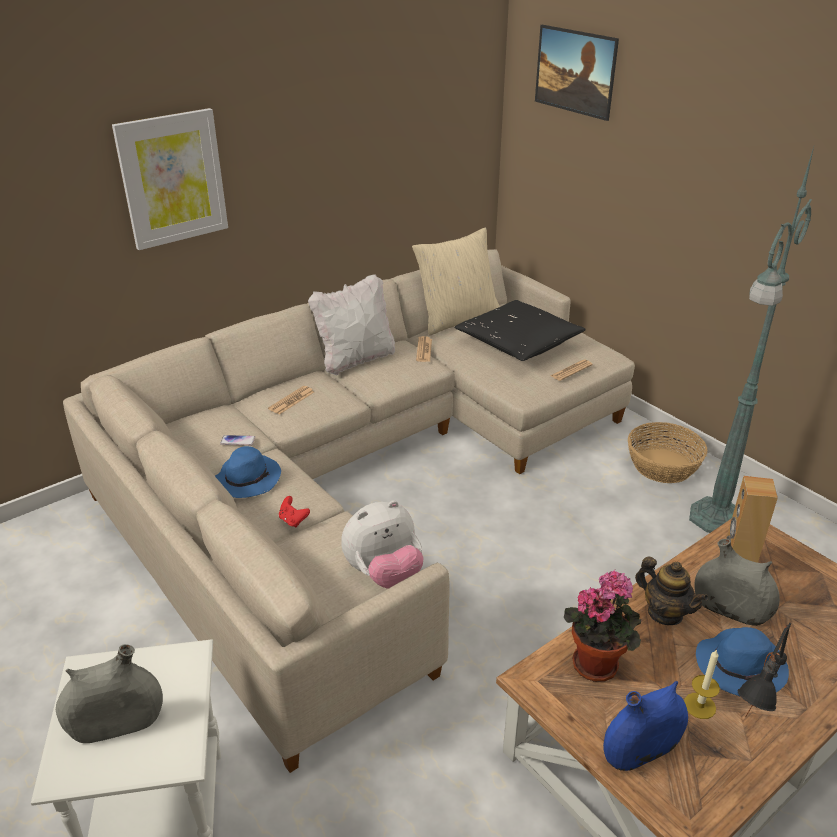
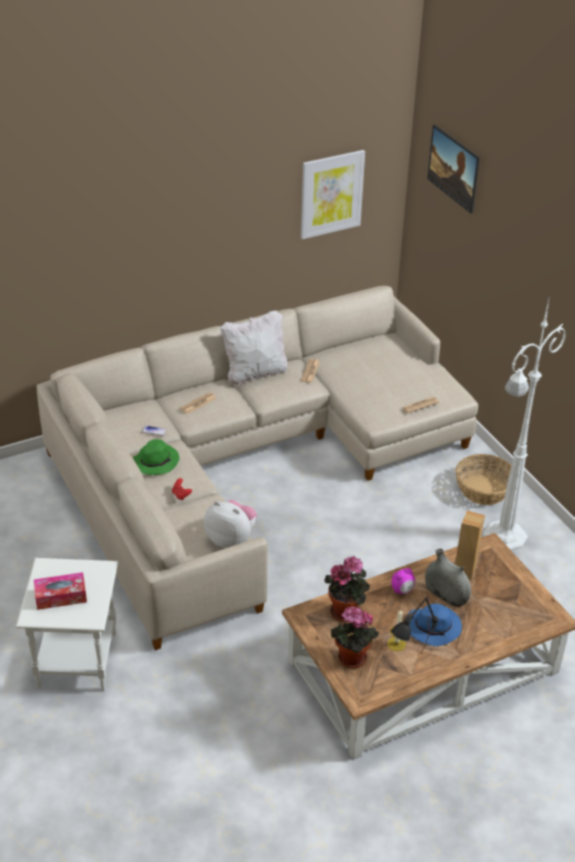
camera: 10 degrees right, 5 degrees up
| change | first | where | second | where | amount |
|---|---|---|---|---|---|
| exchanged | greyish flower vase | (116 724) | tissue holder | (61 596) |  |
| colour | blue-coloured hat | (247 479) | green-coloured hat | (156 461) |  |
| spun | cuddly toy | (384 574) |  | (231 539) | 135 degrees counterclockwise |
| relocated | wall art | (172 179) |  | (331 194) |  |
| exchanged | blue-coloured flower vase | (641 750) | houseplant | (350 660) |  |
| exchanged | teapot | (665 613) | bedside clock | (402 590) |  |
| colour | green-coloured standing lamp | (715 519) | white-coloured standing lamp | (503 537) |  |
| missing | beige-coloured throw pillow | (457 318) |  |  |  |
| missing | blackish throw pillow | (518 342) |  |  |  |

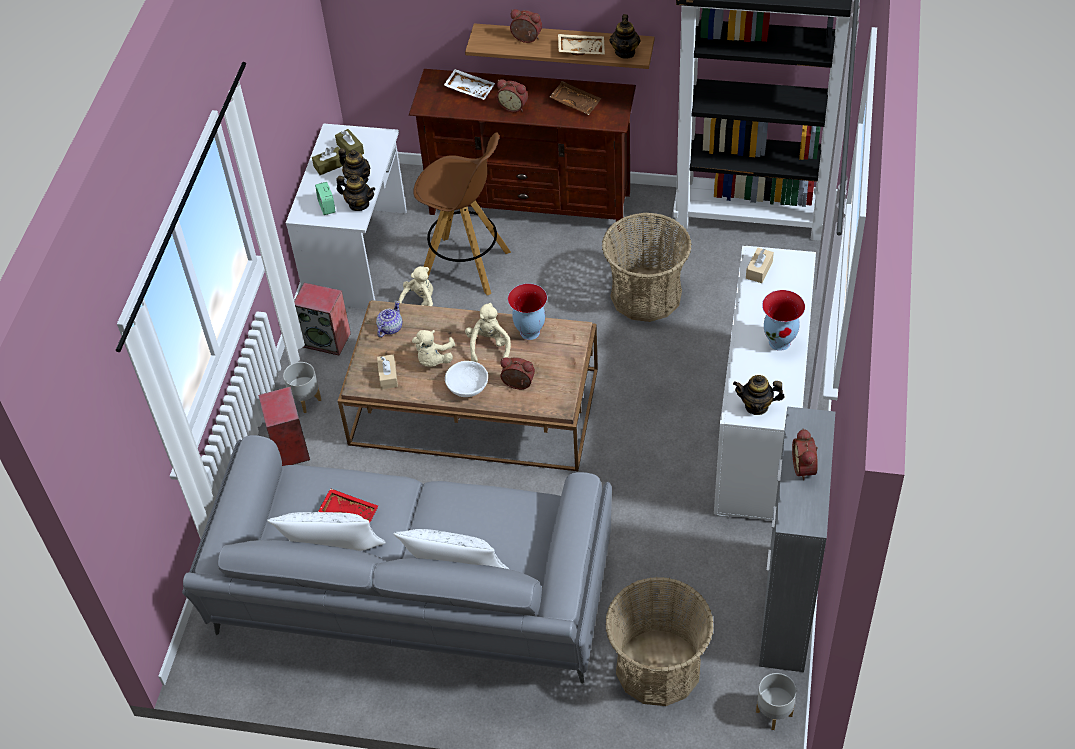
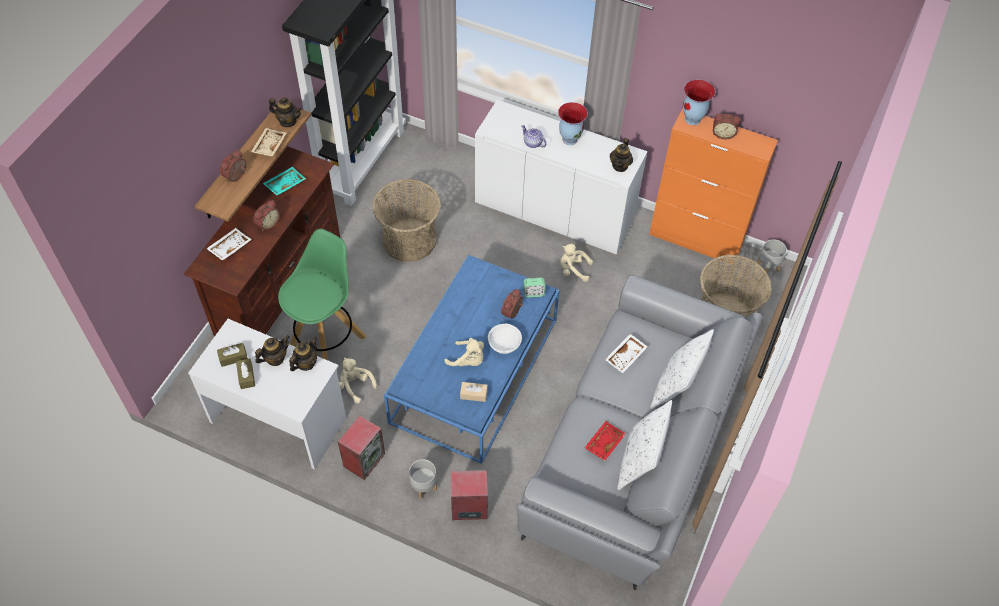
camera: 80 degrees left, 5 degrees up
| change | first | where | second | where | amount |
|---|---|---|---|---|---|
| colour | brownish tray | (576 102) | turquoise-coloured tray | (284 184) |  |
| colour | brownish stool | (467 265) | green-coloured stool | (327 344) |  |
| colour | brownish low table | (473 407) | blue-coloured low table | (474 371) |  |
| relocated | teapot | (390 328) |  | (533 143) |  |
| relocated | bedside clock | (327 207) |  | (533 293) |  |
| relocated | beige-coloured cuddly toy | (489 346) |  | (573 270) |  |
| appeared |  |  | white-coloured tray | (626 356) |  |
| colour | greyish storage cabinet | (786 609) | orangey storage cabinet | (696 240) |  |
| relocated | flower vase | (529 332) |  | (693 119) |  |
| missing | beige-coloured tissue holder | (759 270) |  |  |  |

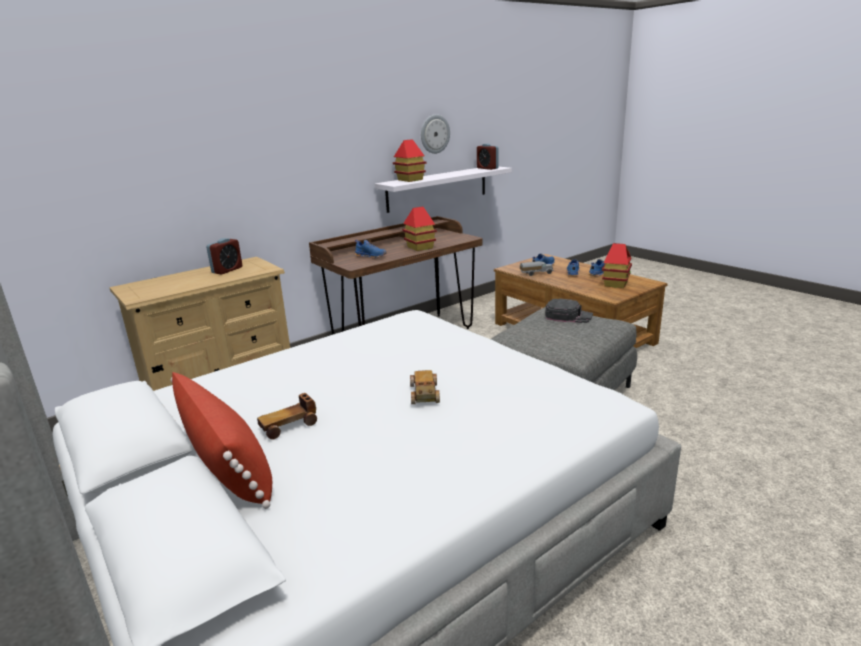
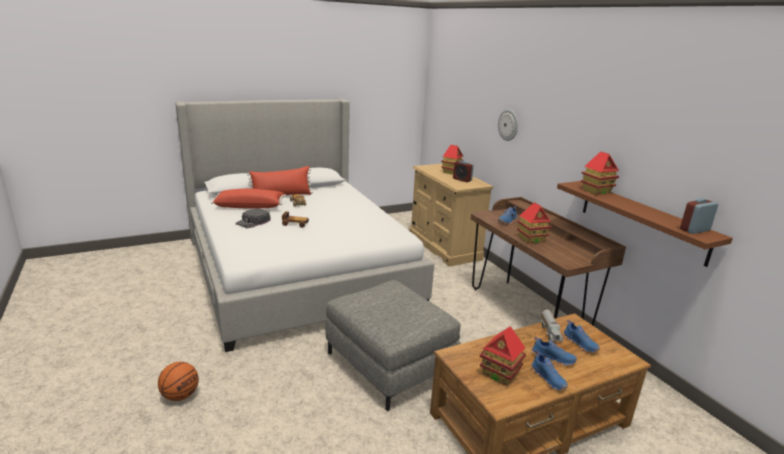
camera: 100 degrees right, 0 degrees up
| change | first | where | second | where | amount |
|---|---|---|---|---|---|
| appeared |  |  | basketball ball | (180 396) |  |
| appeared |  |  | red throw pillow | (250 206) |  |
| relocated | blackish cap | (568 316) |  | (253 222) |  |
| appeared |  |  | model house | (451 172) |  |
| relocated | clock on the wall | (434 134) |  | (508 125) |  |
| colour | white-coloured shelf | (437 188) | brownish shelf | (641 220) |  |

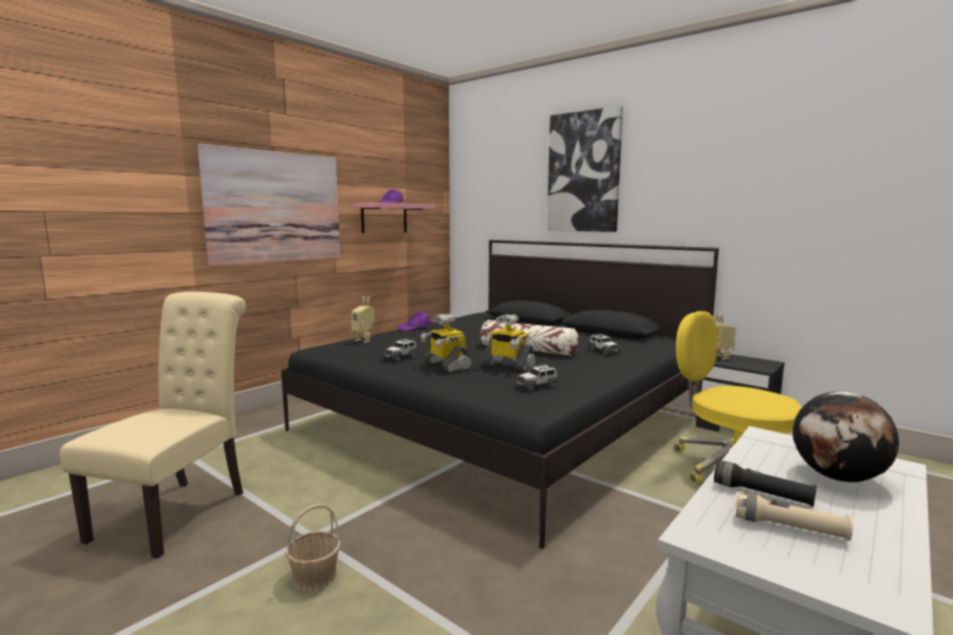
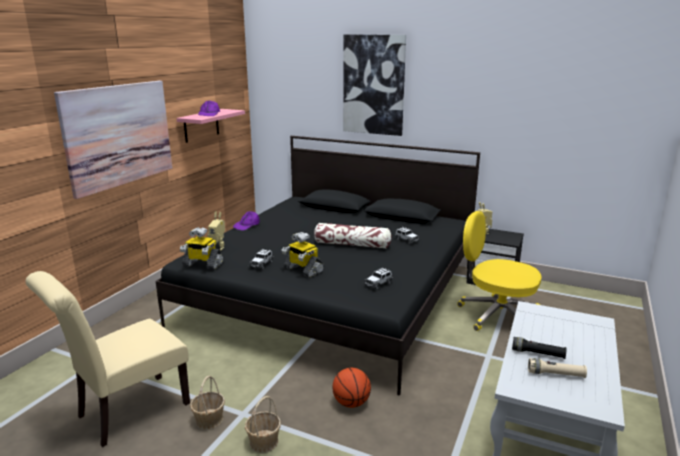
camera: 15 degrees left, 10 degrees up
| change | first | where | second | where | amount |
|---|---|---|---|---|---|
| spun | beige-coloured plain chair | (178 511) |  | (127 412) | 135 degrees counterclockwise |
| relocated | toy robot | (507 366) |  | (202 265) |  |
| appeared |  |  | household basket | (209 420) |  |
| appeared |  |  | basketball ball | (351 403) |  |
| missing | globe | (838 477) |  |  |  |

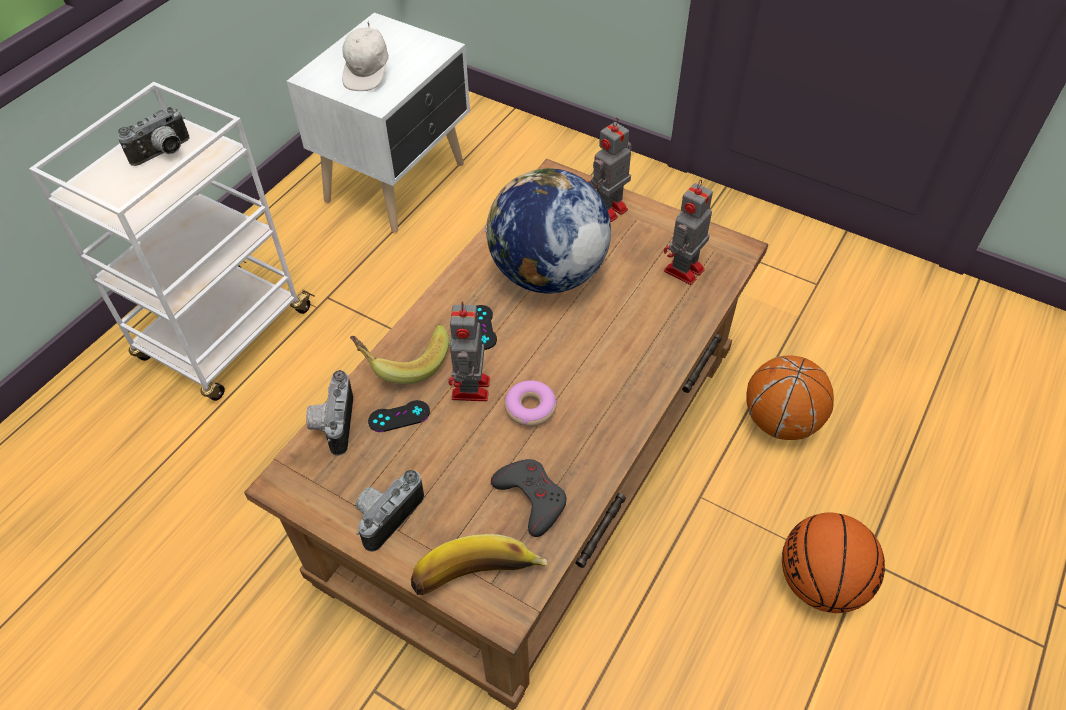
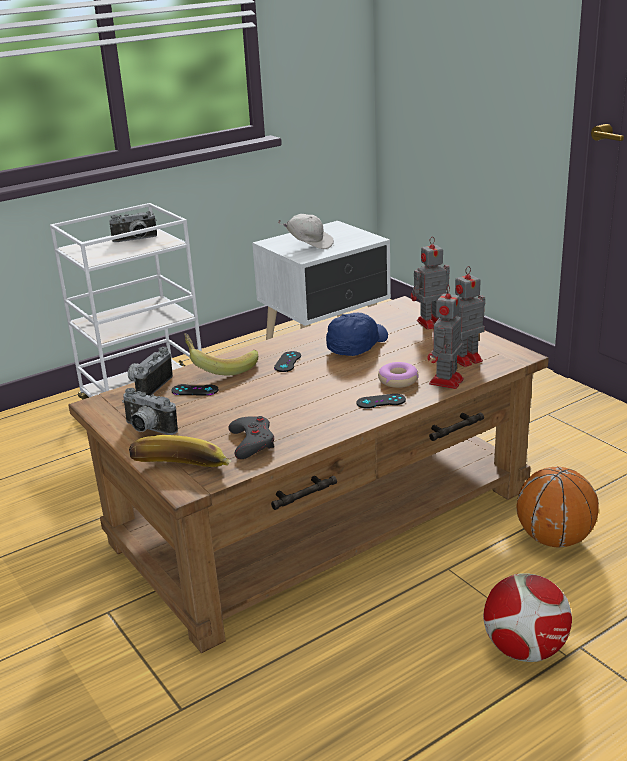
camera: 25 degrees right, 25 degrees down
| change | first | where | second | where | amount |
|---|---|---|---|---|---|
| spun | still camera | (386 515) |  | (147 430) | 120 degrees counterclockwise |
| spun | white-coloured cap | (368 73) |  | (309 244) | 105 degrees counterclockwise |
| exchanged | globe | (547 274) | blue-coloured cap | (356 346) |  |
| appeared |  |  | blackish gamepad | (381 401) |  |
| relocated | ring doughnut | (530 408) |  | (398 380) |  |
| relocated | toy robot | (470 390) |  | (445 382) |  |
| exchanged | basketball ball | (820 582) | football ball | (524 650) |  |

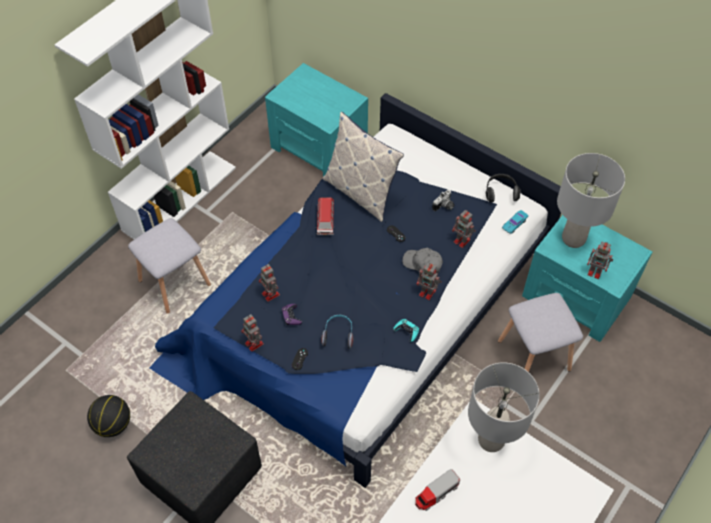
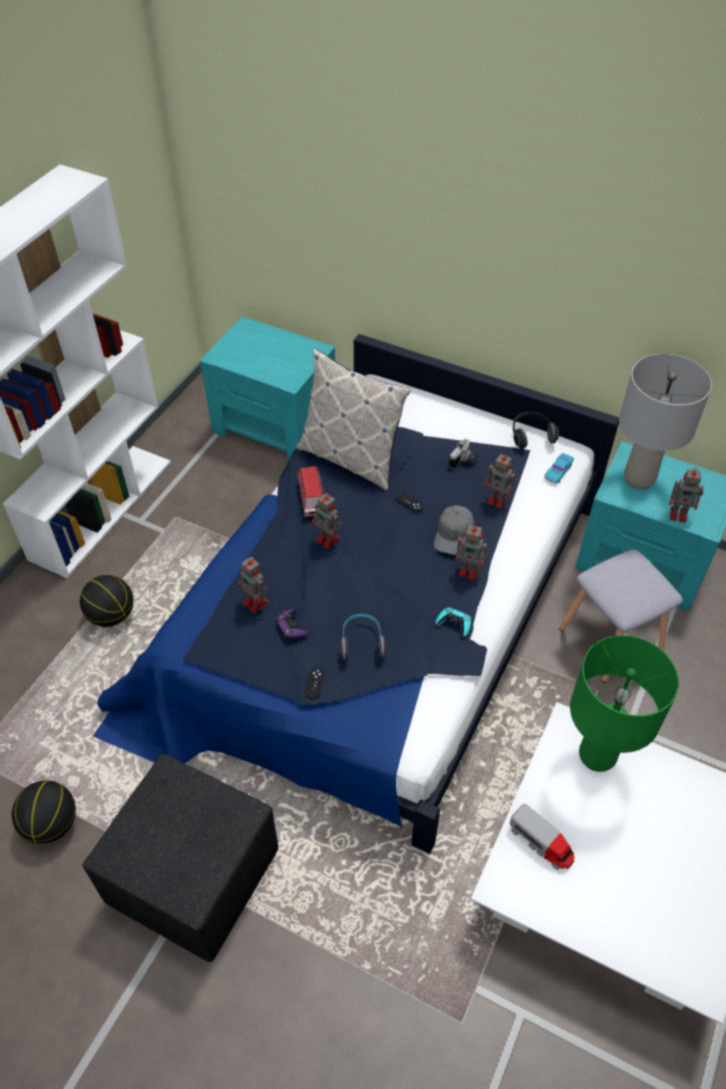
camera: 10 degrees left, 5 degrees down
| change | first | where | second | where | amount |
|---|---|---|---|---|---|
| exchanged | greyish stool | (175 281) | basketball ball | (112 615) |  |
| relocated | toy robot | (254 344) |  | (329 540) |  |
| spun | greyish cap | (422 264) |  | (454 535) | 90 degrees counterclockwise |
| spun | toy lorry | (436 493) |  | (541 843) | 90 degrees counterclockwise |
| colour | greyish table lamp | (490 440) | green-coloured table lamp | (596 756) |  |

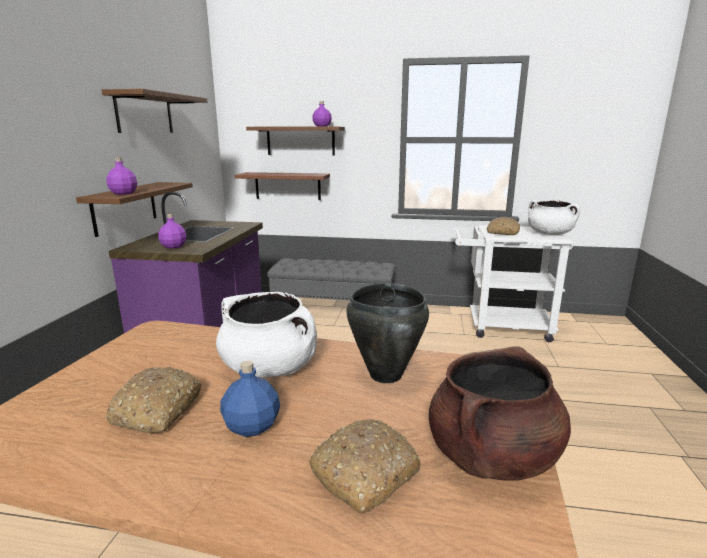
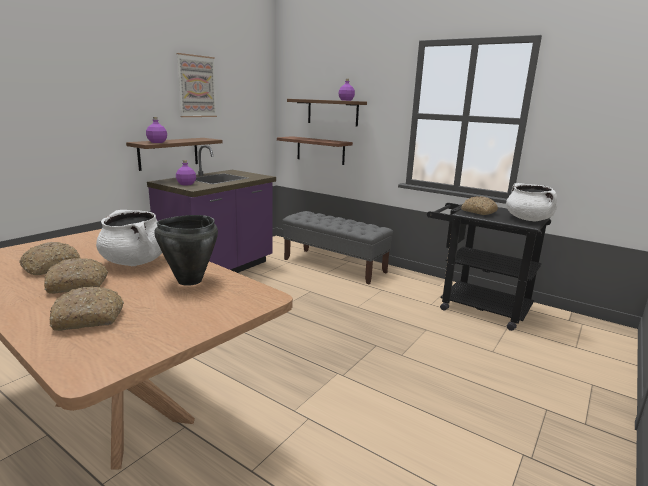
camera: 25 degrees right, 0 degrees up
| change | first | where | second | where | amount |
|---|---|---|---|---|---|
| exchanged | blue-coloured bottle | (252 426) | baked bread | (78 284) |  |
| exchanged | brownish shelf | (145 113) | wall art | (196 86) |  |
| colour | white-coloured trolley | (500 326) | blackish trolley | (476 306) |  |
| missing | brownish stockpot | (492 456) |  |  |  |

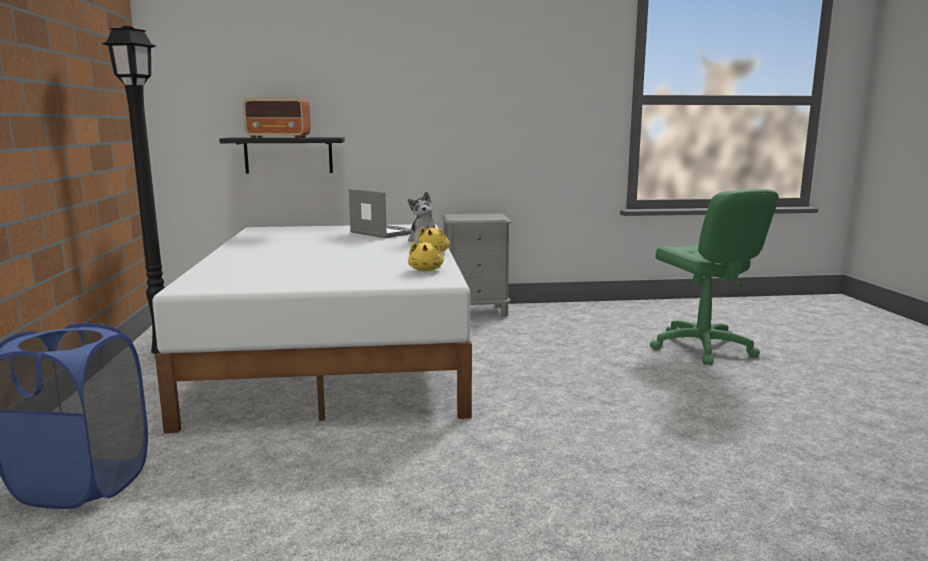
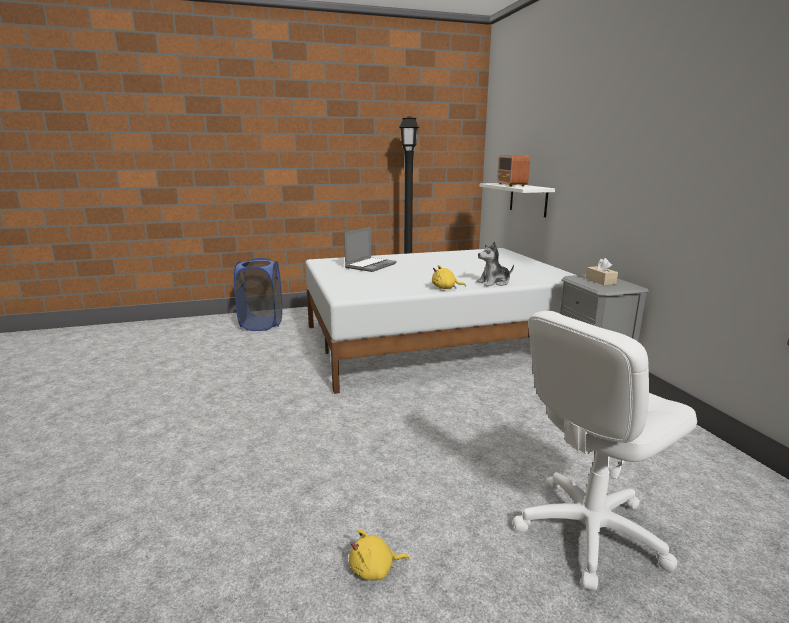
camera: 80 degrees right, 5 degrees up
| change | first | where | second | where | amount |
|---|---|---|---|---|---|
| relocated | portable computer | (381 233) |  | (370 265) |  |
| relocated | yellow-coloured cuddly toy | (426 270) |  | (375 569) |  |
| colour | blackish shelf | (288 155) | white-coloured shelf | (528 199) |  |
| colour | green-coloured desk chair | (701 348) | white-coloured desk chair | (589 531) |  |
| appeared |  |  | beige-coloured tissue holder | (600 281) |  |

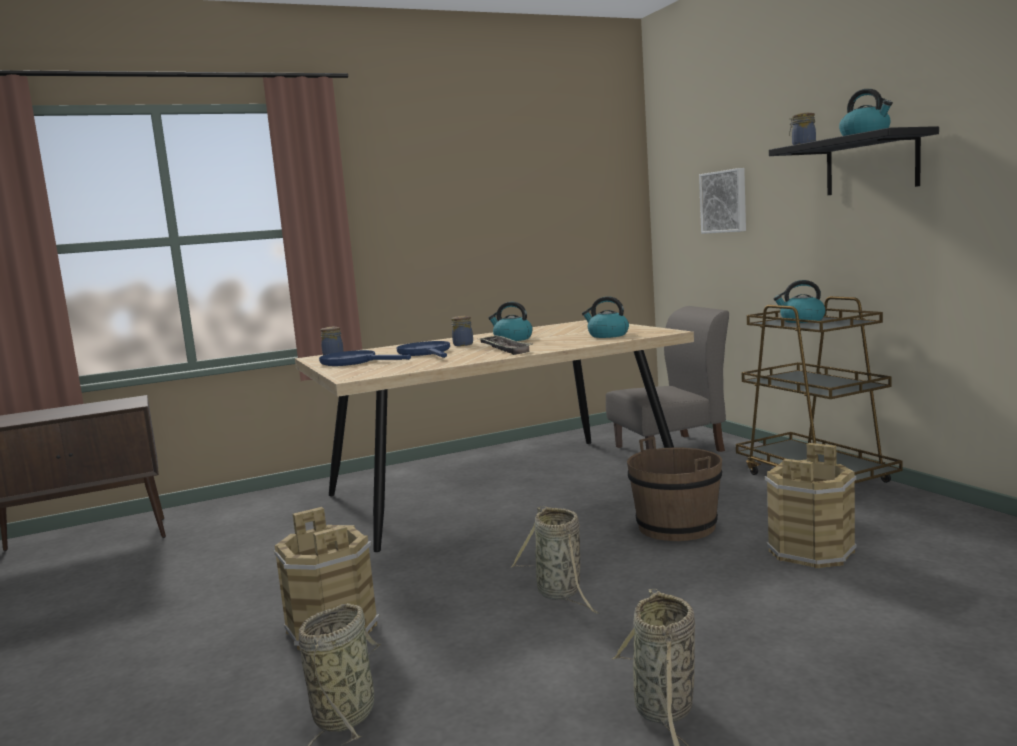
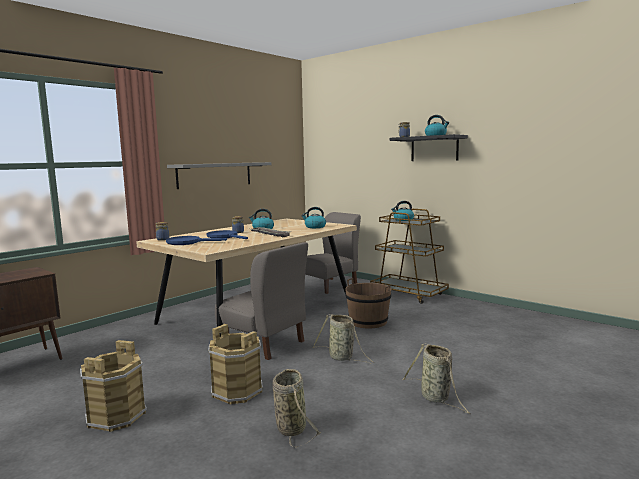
camera: 25 degrees left, 0 degrees up
| change | first | where | second | where | amount |
|---|---|---|---|---|---|
| relocated | brownish pail | (811 551) |  | (117 416) |  |
| appeared |  |  | greyish shelf | (215 175) |  |
| appeared |  |  | greyish plain chair | (264 343) |  |
| missing | wall art | (724 201) |  |  |  |

